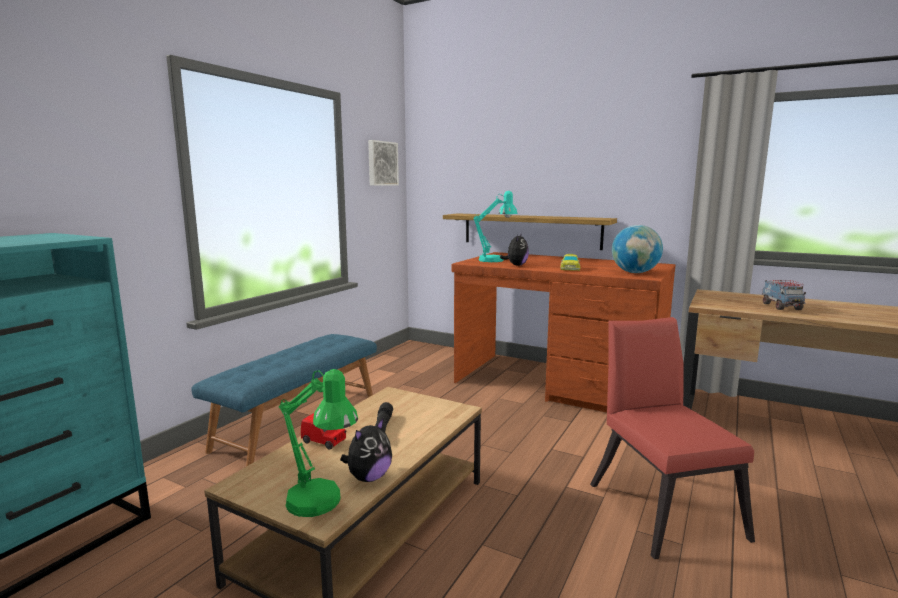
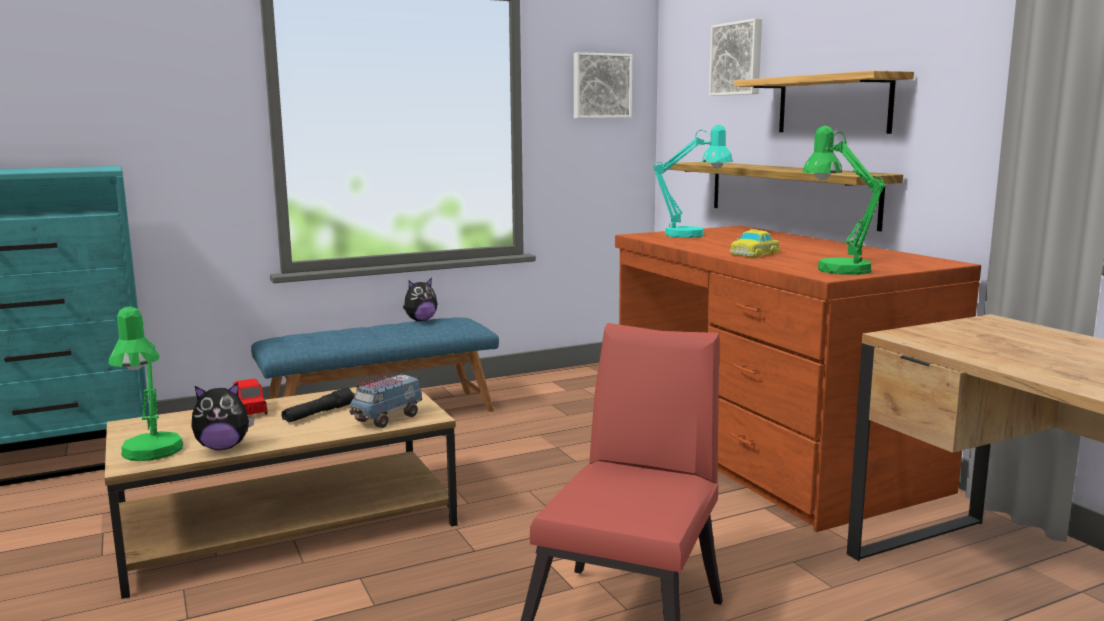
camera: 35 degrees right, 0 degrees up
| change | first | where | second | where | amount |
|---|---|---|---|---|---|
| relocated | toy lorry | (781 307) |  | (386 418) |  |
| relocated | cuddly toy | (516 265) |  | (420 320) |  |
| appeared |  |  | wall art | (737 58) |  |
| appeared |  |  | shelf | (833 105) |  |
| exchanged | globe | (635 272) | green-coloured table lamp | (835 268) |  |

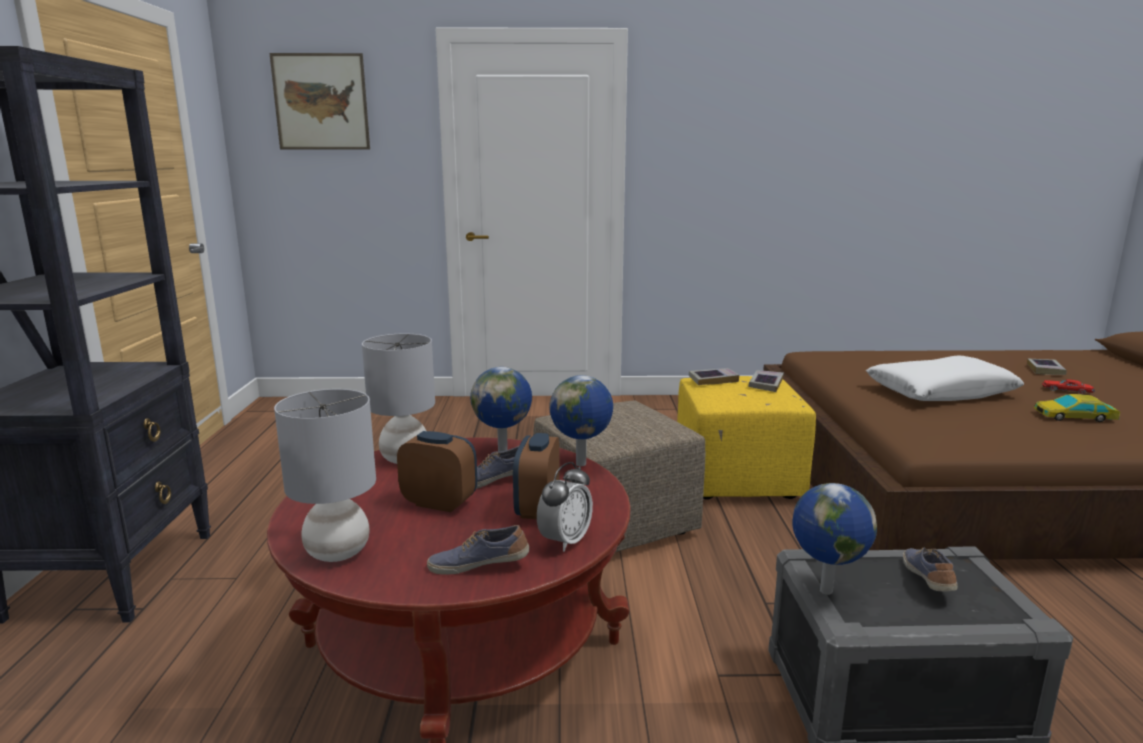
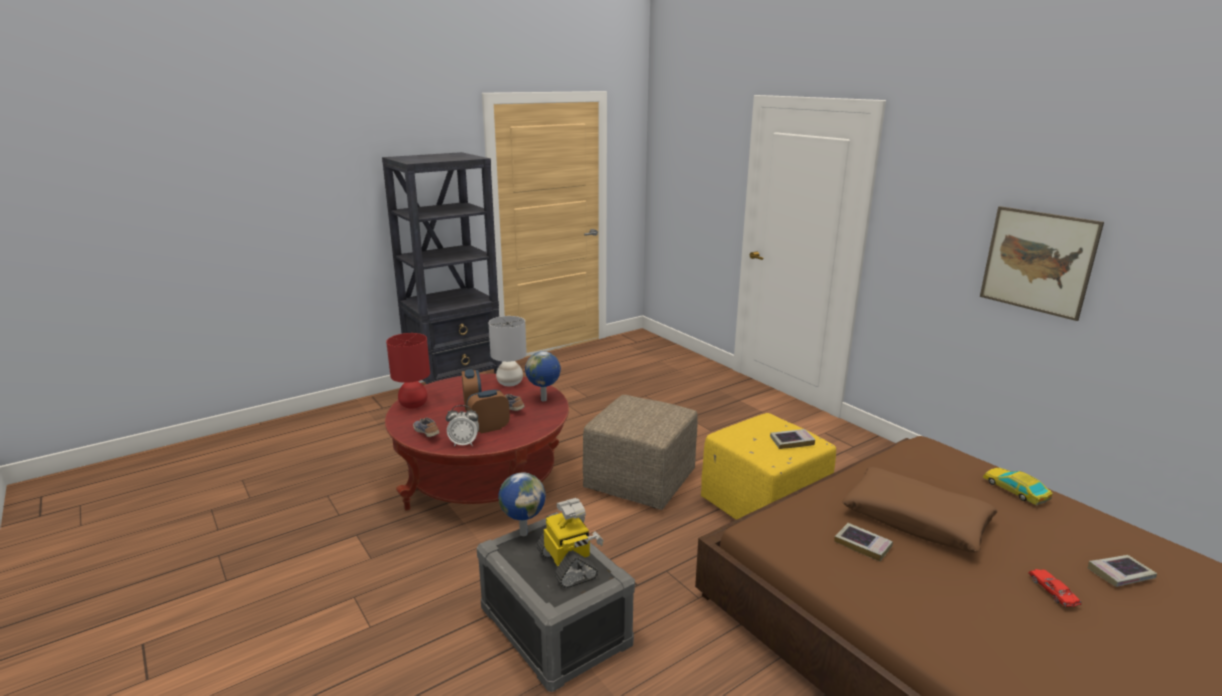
camera: 55 degrees right, 5 degrees up
| change | first | where | second | where | amount |
|---|---|---|---|---|---|
| colour | greyish table lamp | (339 552) | red table lamp | (413 405) |  |
| exchanged | shoe | (928 579) | toy robot | (568 565) |  |
| relocated | bound book | (713 380) |  | (863 545) |  |
| colour | white-coloured throw pillow | (940 392) | brownish throw pillow | (916 519) |  |
| relocated | wall art | (321 102) |  | (1038 261) |  |
| relocated | miniature car | (1074 417) |  | (1015 490) |  |
| missing | globe | (582 464) |  |  |  |

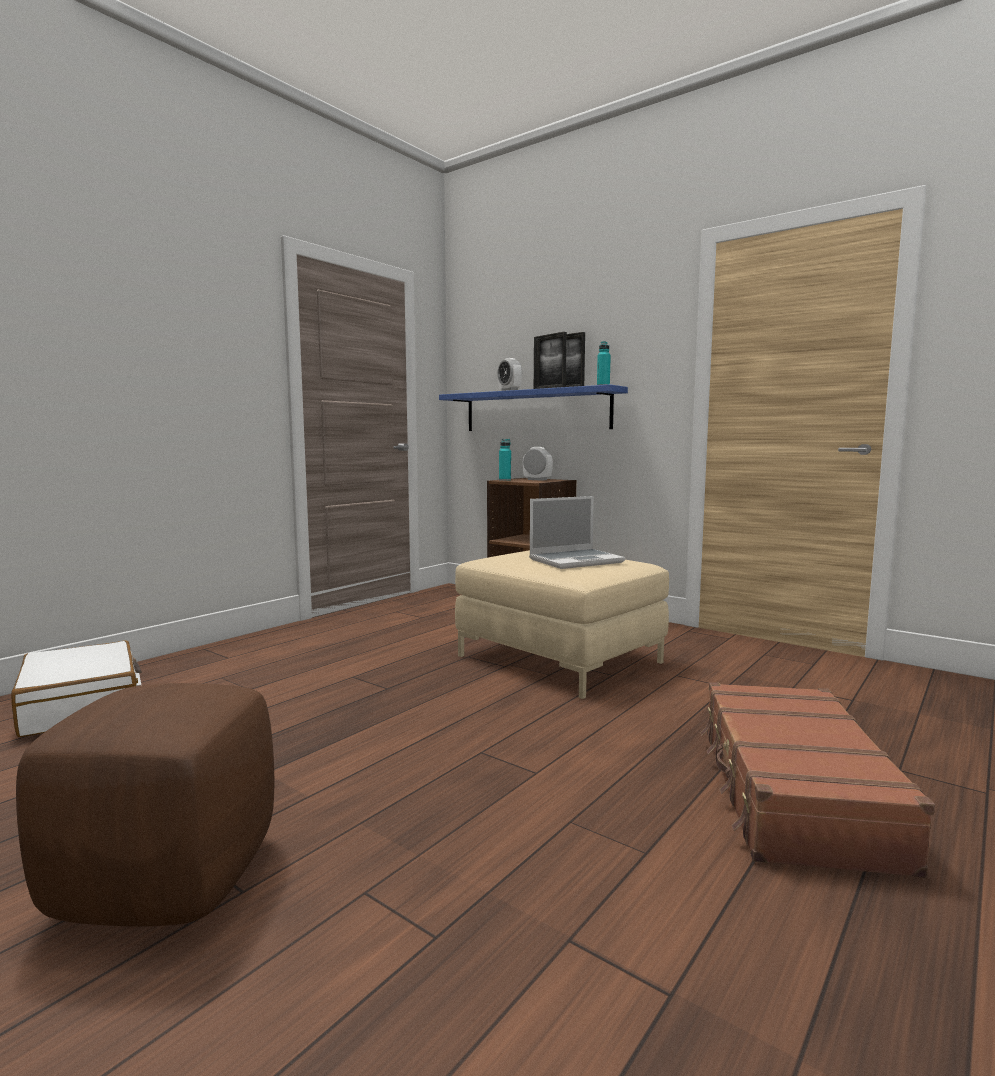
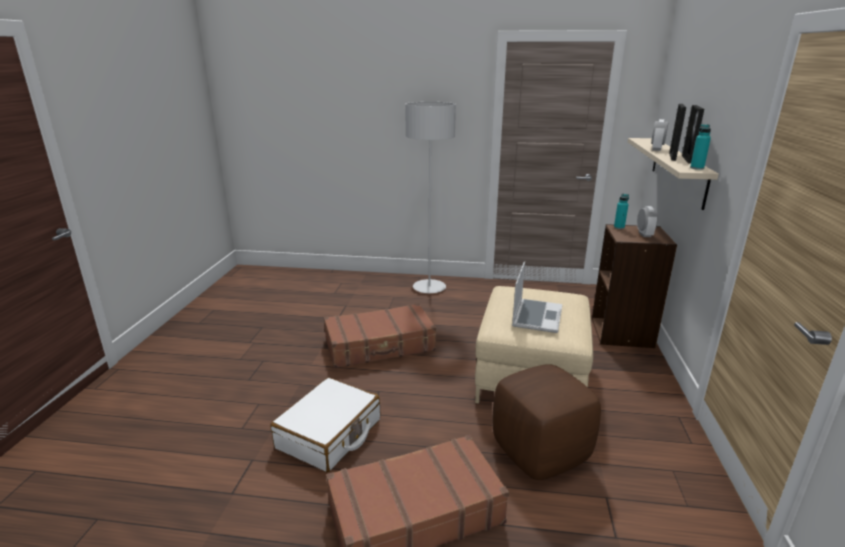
camera: 60 degrees right, 15 degrees up
| change | first | where | second | where | amount |
|---|---|---|---|---|---|
| relocated | white-coloured travel case | (82 705) |  | (329 434) |  |
| appeared |  |  | brownish travel case | (380 346) |  |
| appeared |  |  | greyish standing lamp | (429 288) |  |
| relocated | brownish footrest | (166 881) |  | (539 452) |  |
| spun | portable computer | (576 560) |  | (536 316) | 105 degrees counterclockwise |
| colour | blue-coloured shelf | (535 411) | beige-coloured shelf | (678 170) |  |

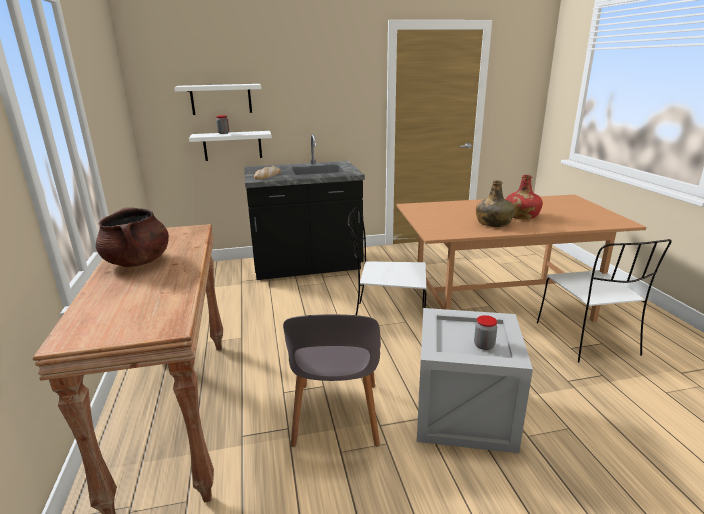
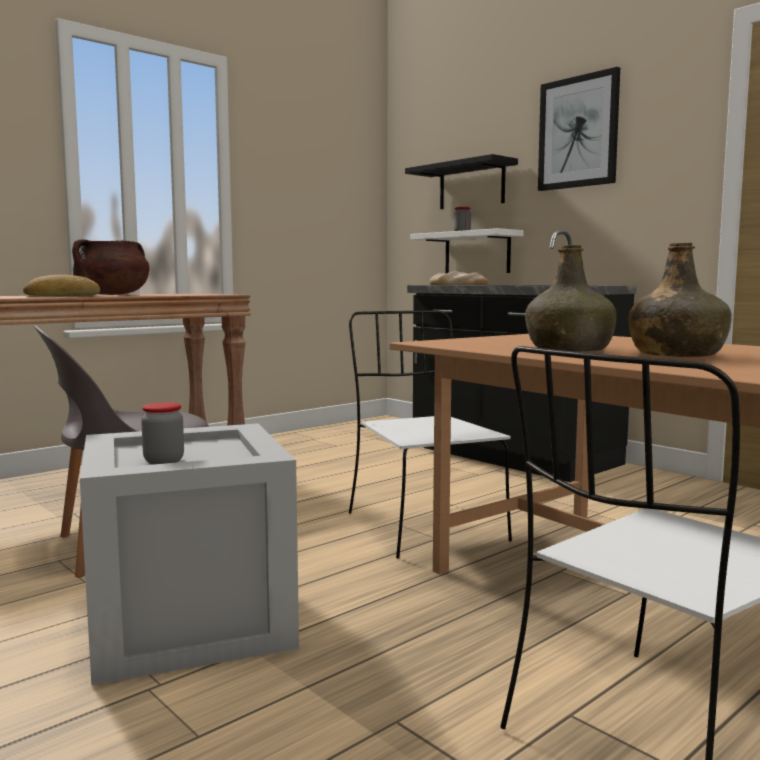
camera: 60 degrees right, 15 degrees down
| change | first | where | second | where | amount |
|---|---|---|---|---|---|
| appeared |  |  | baked bread | (62 296) |  |
| colour | white-coloured shelf | (221 99) | blackish shelf | (471 185) |  |
| appeared |  |  | wall art | (578 132) |  |
| colour | red bottle | (521 216) | green-coloured bottle | (676 355) |  |

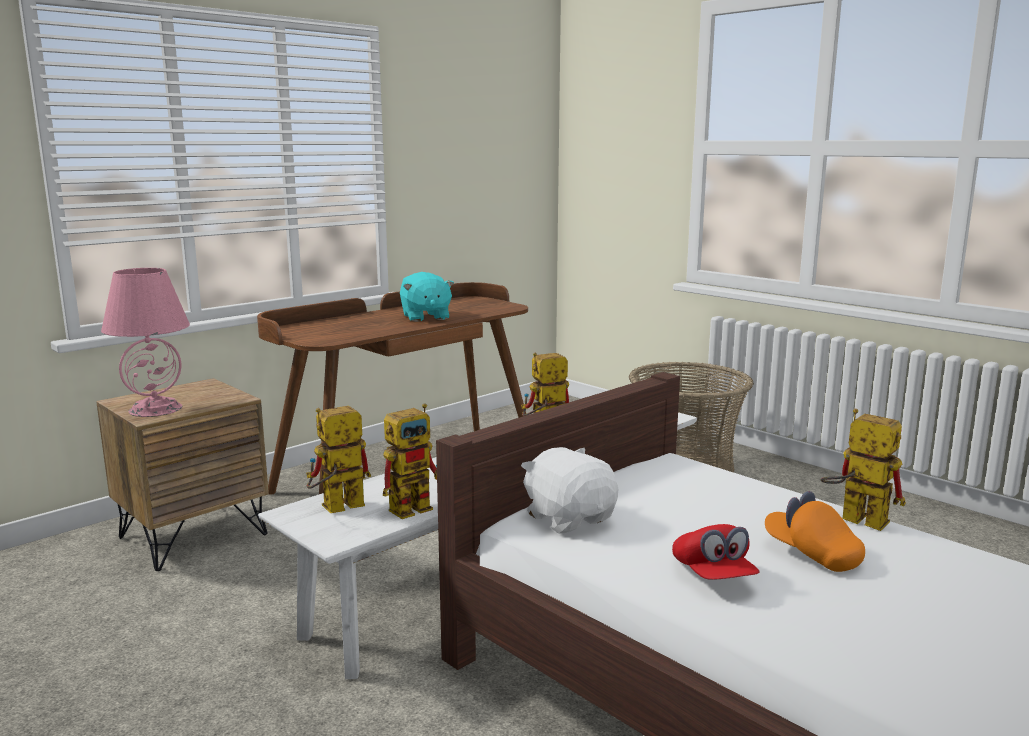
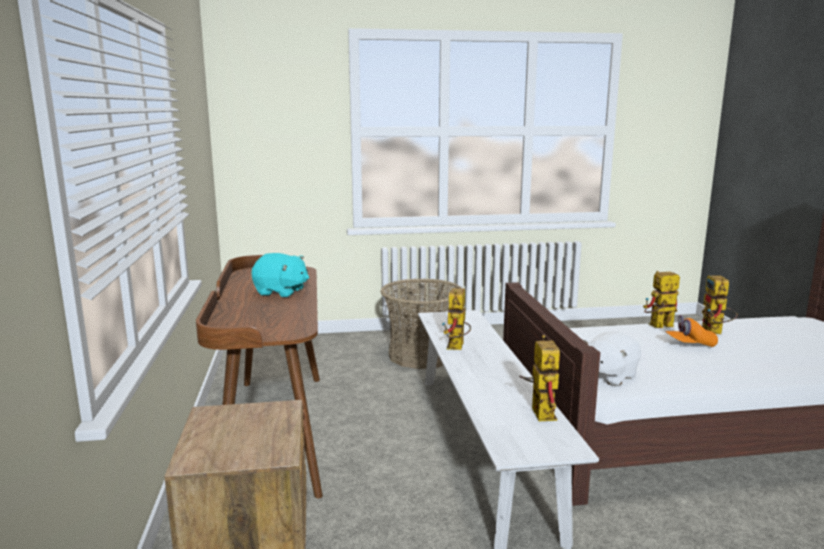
camera: 55 degrees left, 0 degrees up
| change | first | where | second | where | amount |
|---|---|---|---|---|---|
| spun | white-coloured cuddly toy | (569 518) |  | (608 376) | 45 degrees counterclockwise |
| relocated | toy robot | (336 509) |  | (715 333) |  |
| missing | pinkish table lamp | (156 408) |  |  |  |
| missing | red cap | (713 575) |  |  |  |

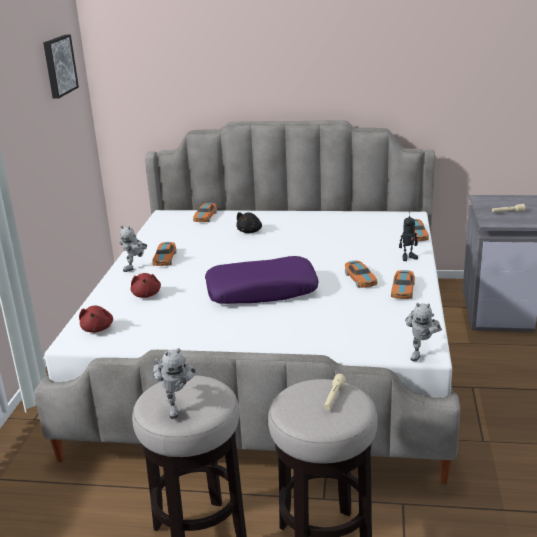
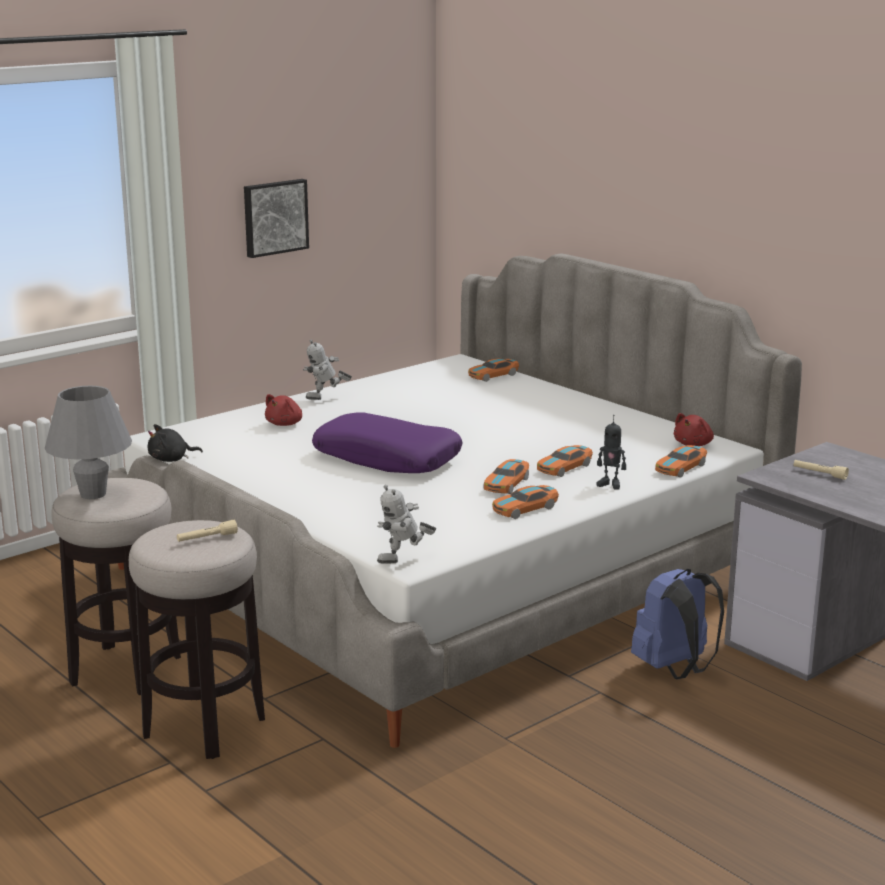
camera: 40 degrees right, 5 degrees down
| change | first | where | second | where | amount |
|---|---|---|---|---|---|
| exchanged | toy robot | (176 406) | greyish table lamp | (93 494) |  |
| relocated | blackish cuddly toy | (250 231) |  | (171 459) |  |
| relocated | wall art | (58 66) |  | (274 217) |  |
| relocated | miniature car | (165 259) |  | (564 467) |  |
| appeared |  |  | blue-coloured knapsack | (675 669) |  |
| relocated | red cuddly toy | (98 328) |  | (694 444) |  |

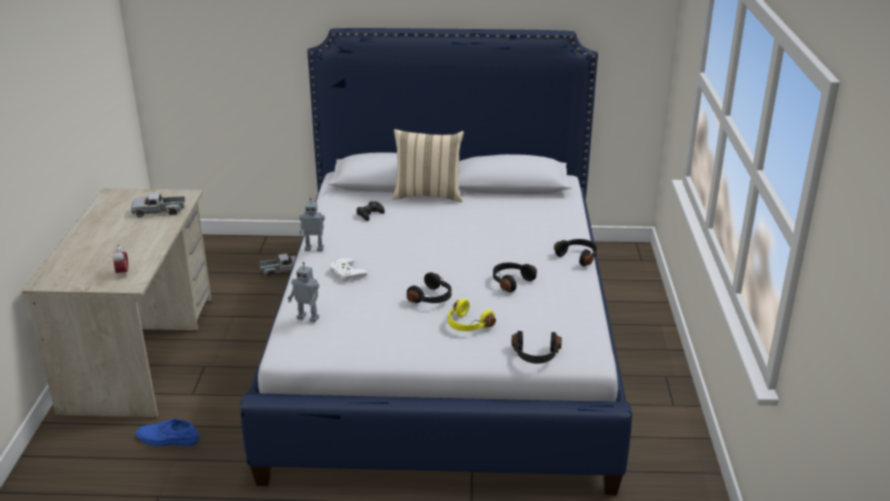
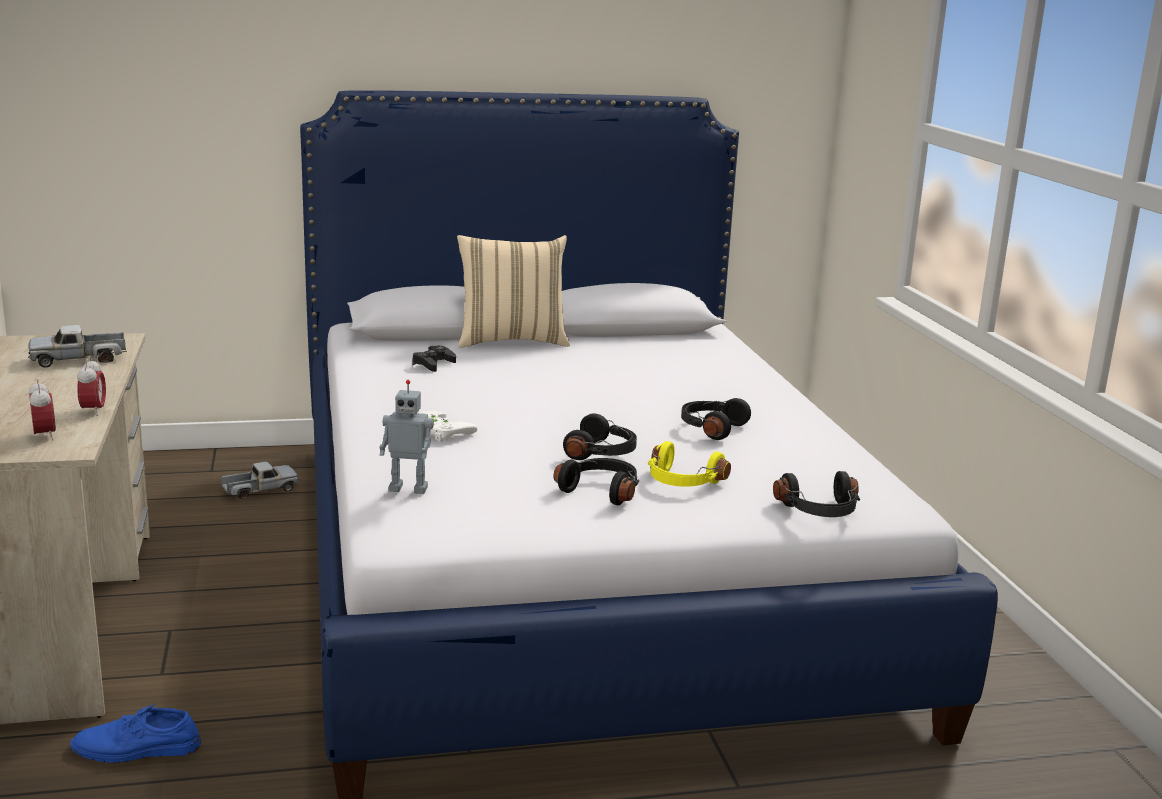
camera: 15 degrees left, 10 degrees down
| change | first | where | second | where | amount |
|---|---|---|---|---|---|
| appeared |  |  | bedside clock | (93 411) |  |
| relocated | blackish pair of headphones | (578 256) |  | (602 490) |  |
| missing | toy robot | (314 248) |  |  |  |

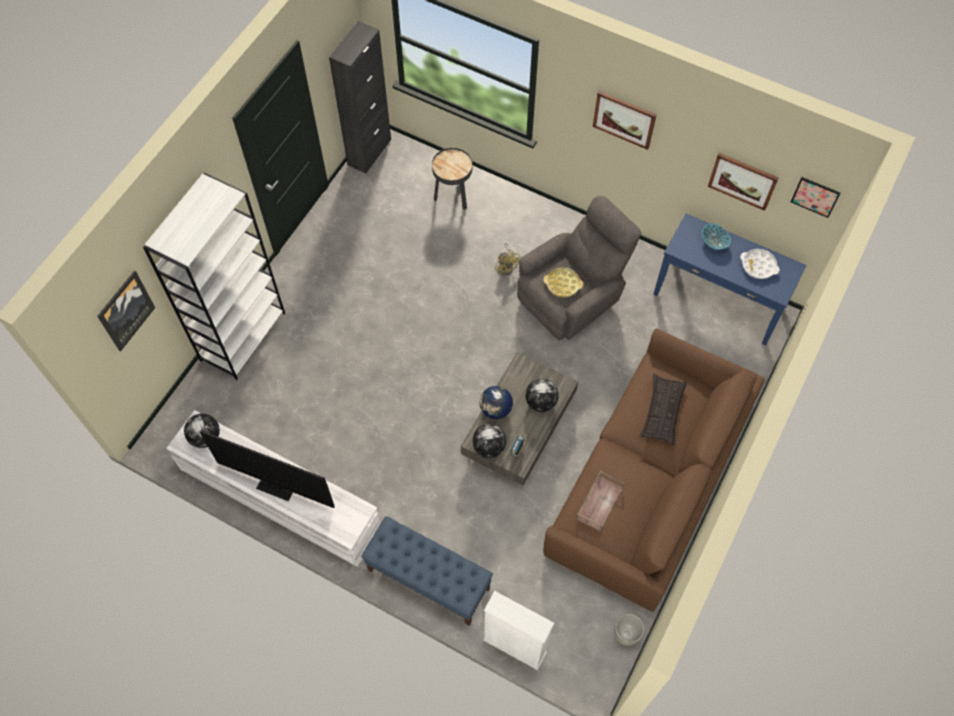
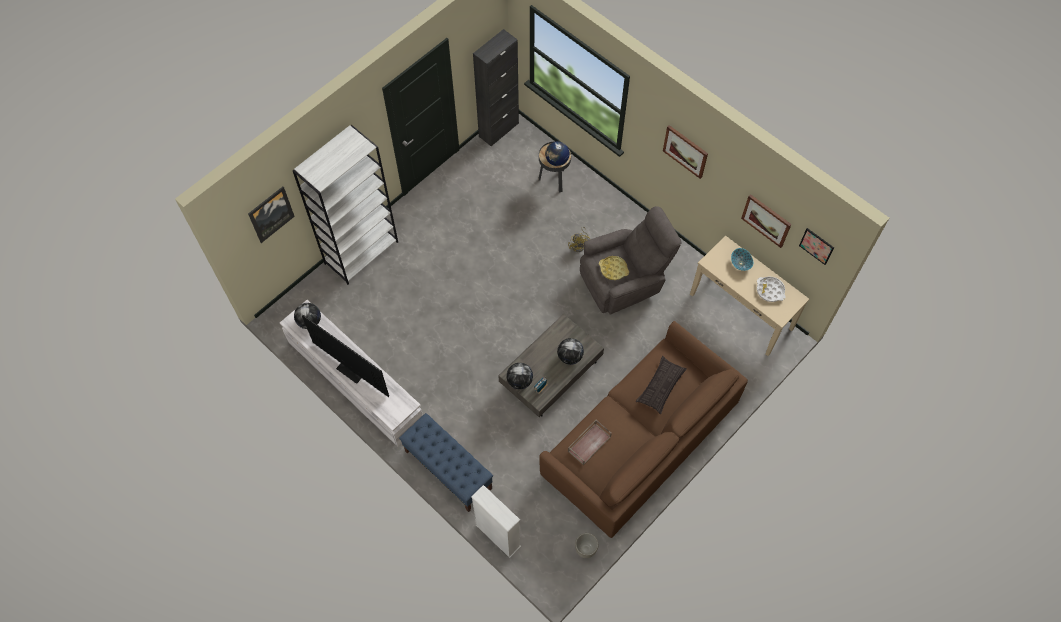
camera: 15 degrees right, 0 degrees up
| change | first | where | second | where | amount |
|---|---|---|---|---|---|
| relocated | globe | (495 409) |  | (557 161) |  |
| colour | blue-coloured console table | (718 300) | beige-coloured console table | (741 311) |  |

